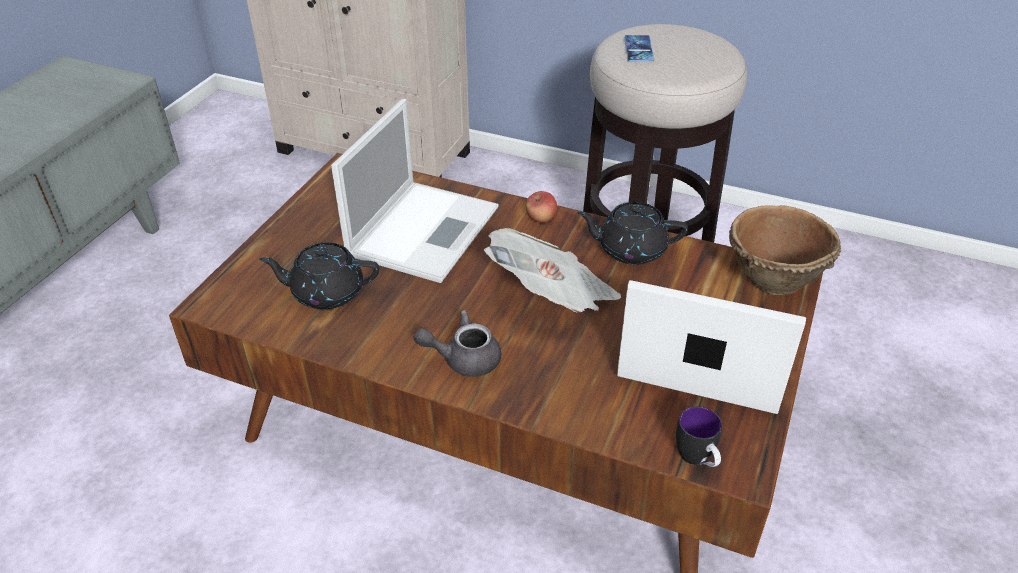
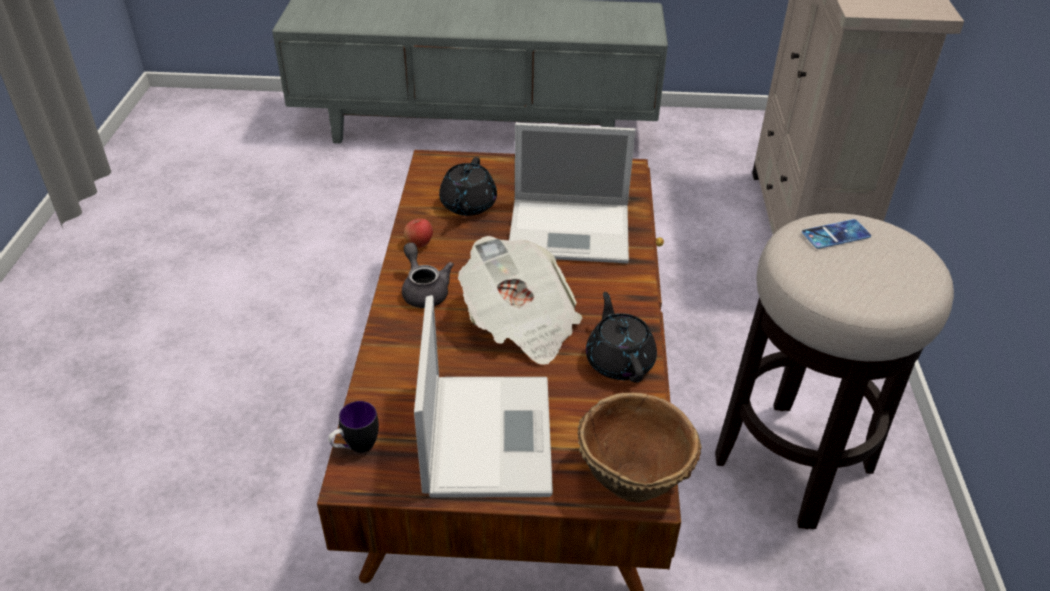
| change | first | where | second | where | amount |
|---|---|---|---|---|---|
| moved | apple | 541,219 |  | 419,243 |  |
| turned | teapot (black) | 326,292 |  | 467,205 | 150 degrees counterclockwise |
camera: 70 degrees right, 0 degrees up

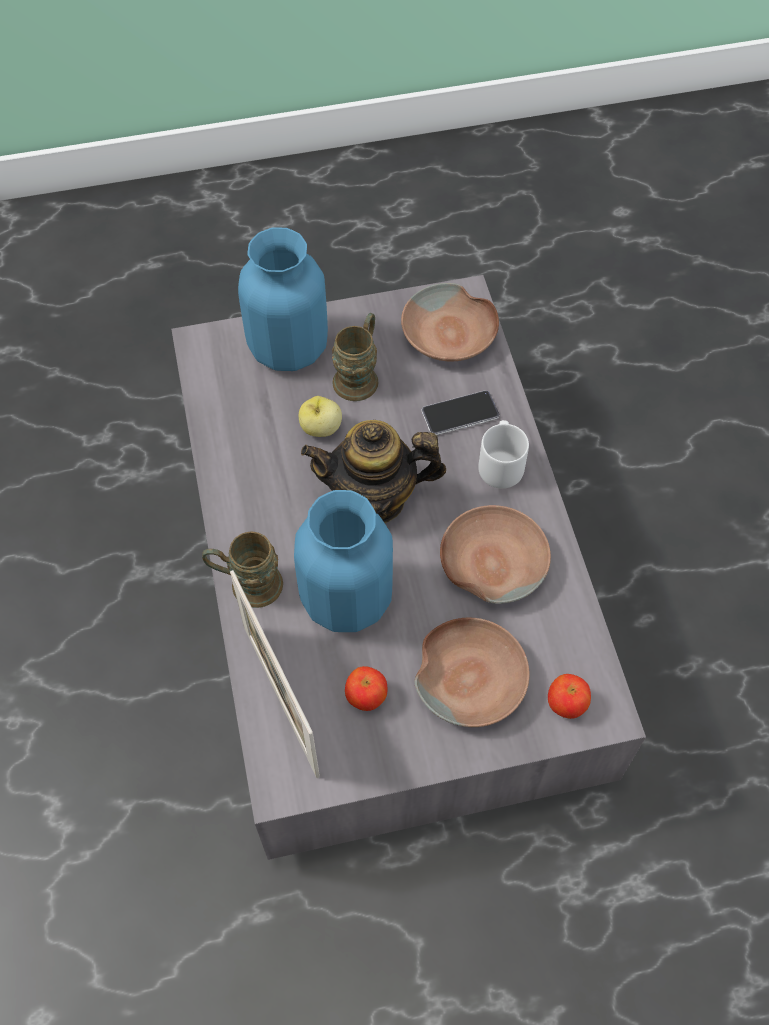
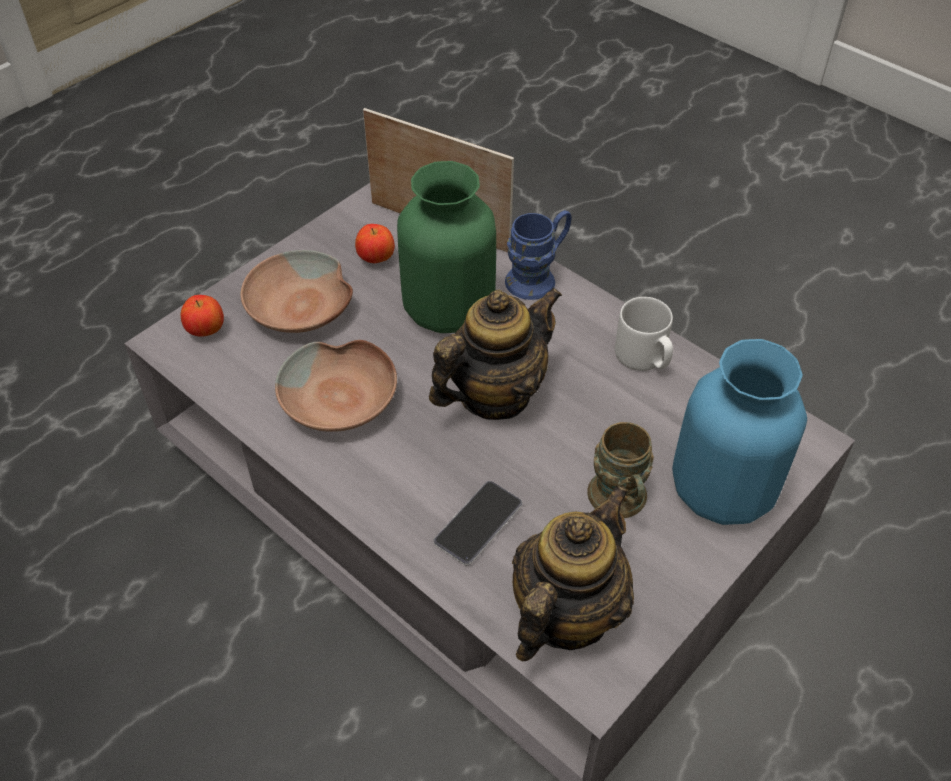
| change | first | where | second | where | amount |
|---|---|---|---|---|---|
| recoloured | vase (blue) | 346,598 | vase (green) | 448,309 |  |
| recoloured | mug (brown) | 247,584 | mug (blue) | 538,277 |  |
| replaced | bowl (brown) | 450,336 | teapot | 565,614 |  |
| moved | mug (grey) | 501,464 |  | 644,357 |  |
| removed | apple | 320,428 |  |  |  |
camera: 145 degrees right, 10 degrees down

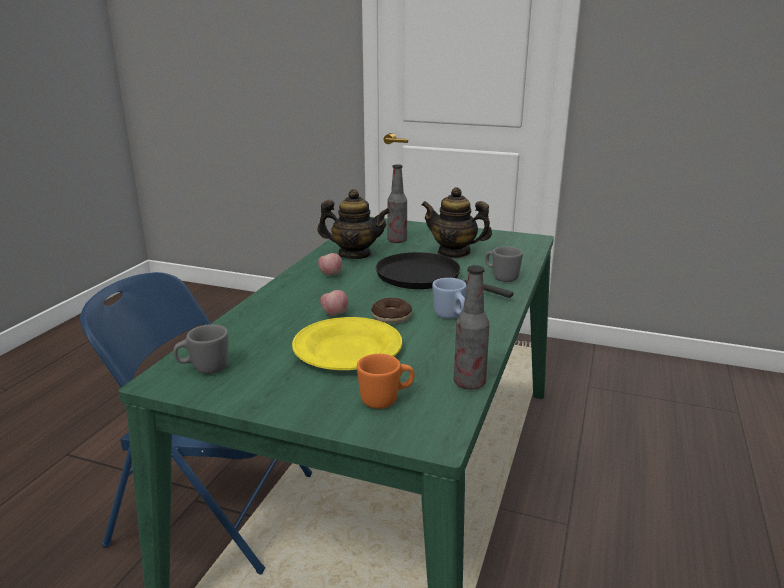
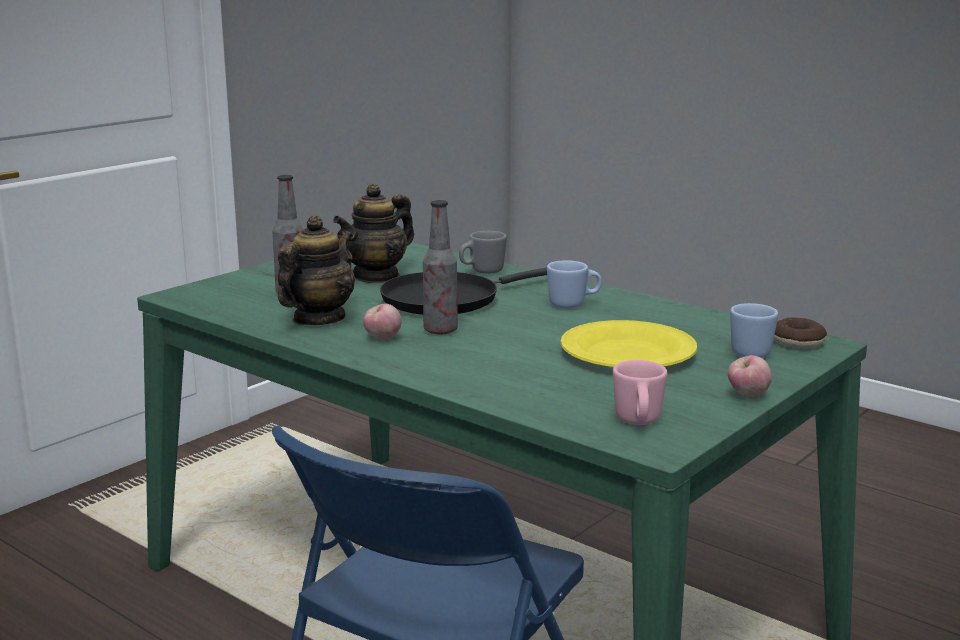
| change | first | where | second | where | amount |
|---|---|---|---|---|---|
| moved | bottle | 469,383 |  | 440,330 |  |
| recoloured | mug (grey) | 204,369 | mug (pink) | 638,422 |  |
| moved | apple | 334,314 |  | 748,395 |  |
| recoloured | mug (orange) | 386,400 | mug (blue) | 749,351 |  |
| moved | donut | 391,317 |  | 797,342 |  |
camera: 70 degrees left, 5 degrees down

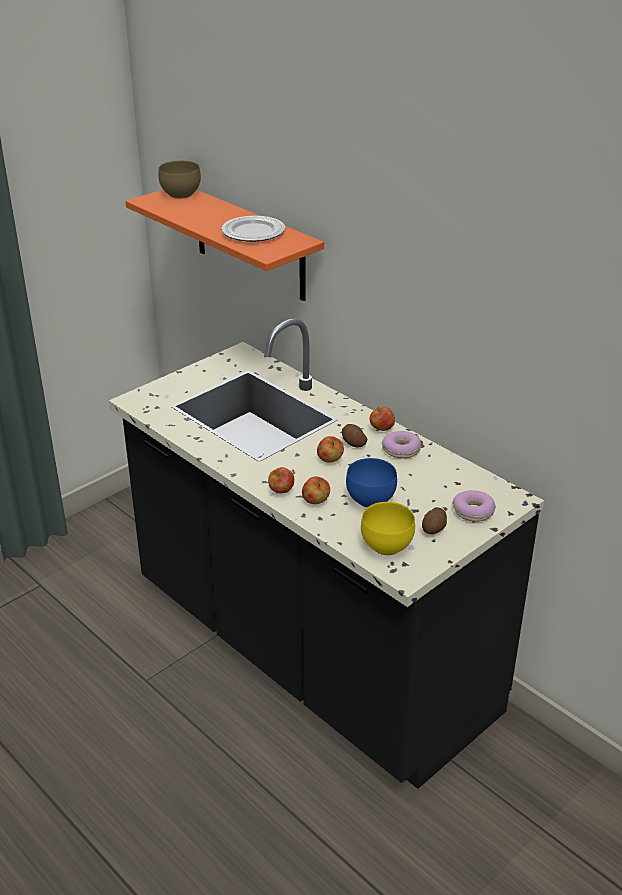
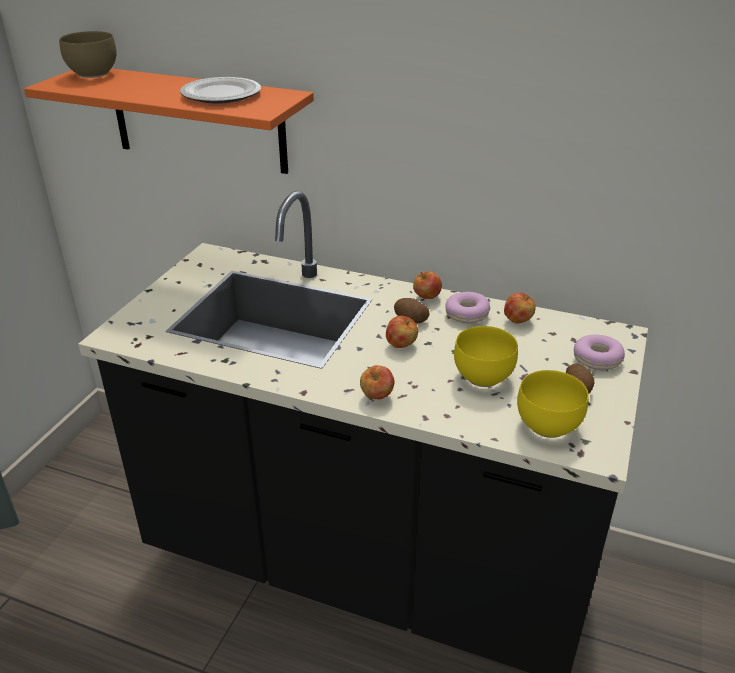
| change | first | where | second | where | amount |
|---|---|---|---|---|---|
| recoloured | bowl (blue) | 372,500 | bowl (yellow) | 485,377 |  |
| moved | apple | 316,501 |  | 518,320 |  |
camera: 25 degrees left, 0 degrees up

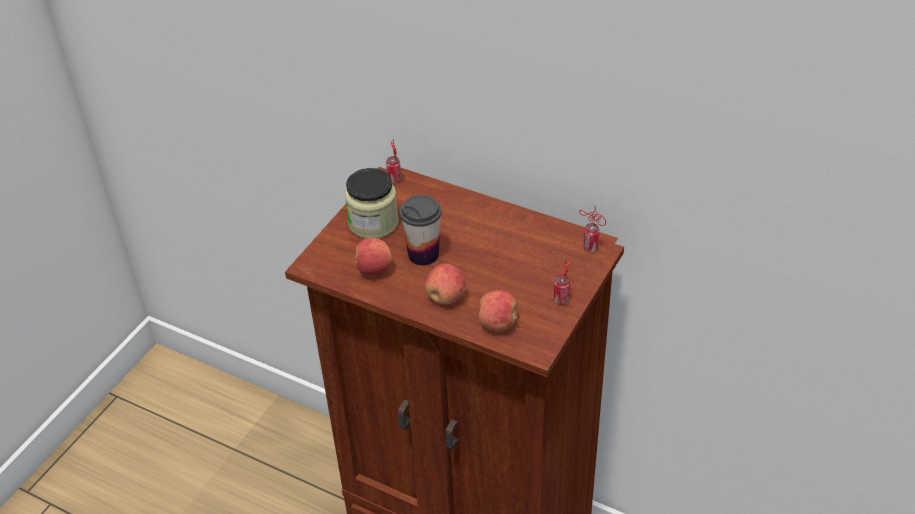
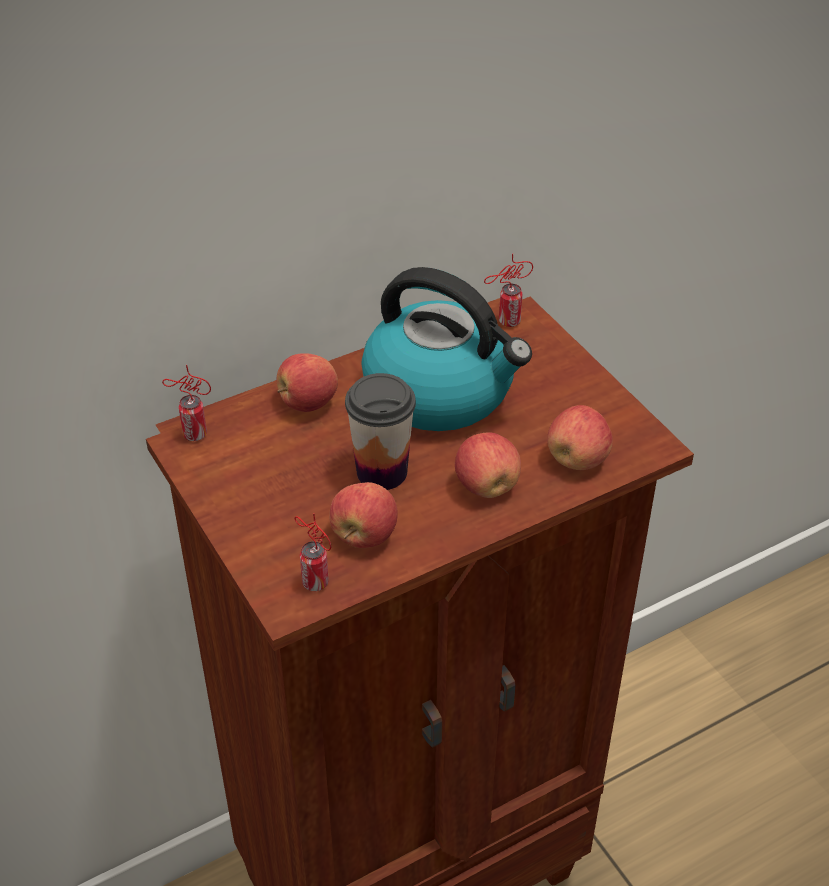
| change | first | where | second | where | amount |
|---|---|---|---|---|---|
| added |  |  | apple | 307,403 |  |
| moved | can | 561,298 |  | 313,581 |  |
| added |  |  | kettle | 441,392 |  |
| removed | jar | 373,223 |  |  |  |
camera: 60 degrees left, 0 degrees up

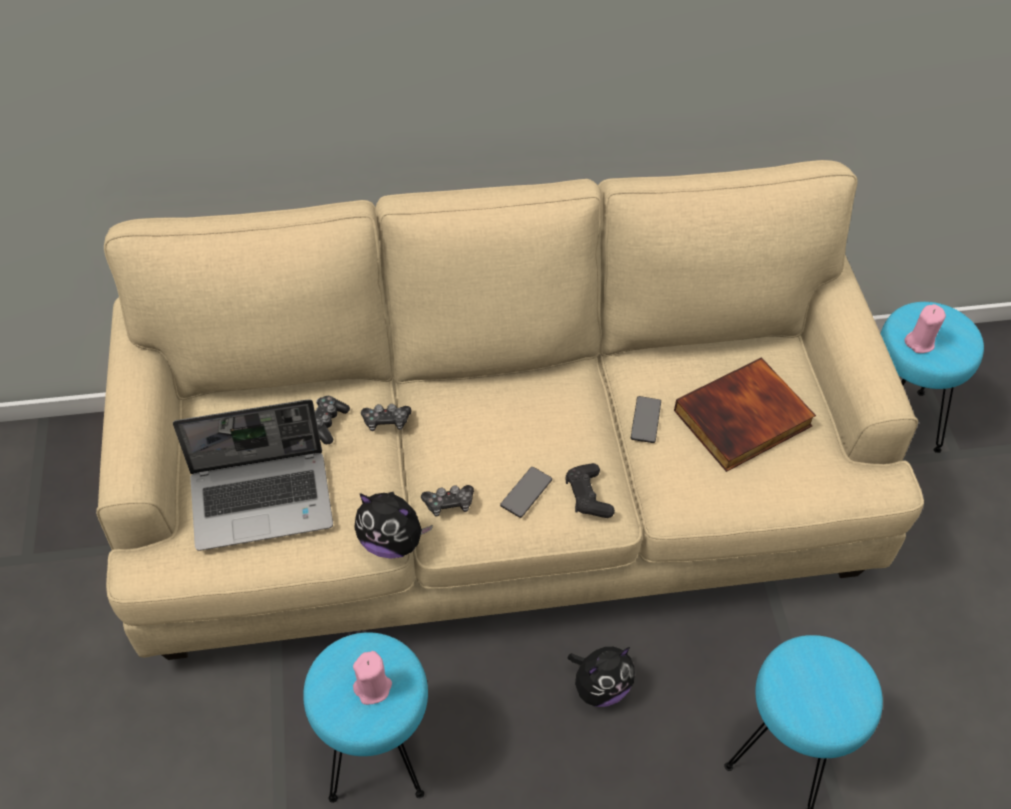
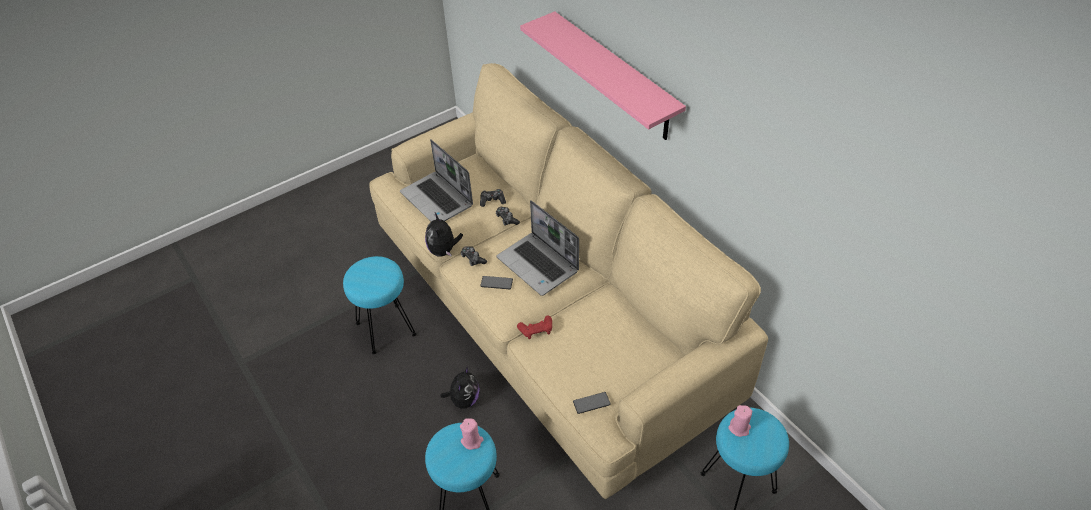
| change | first | where | second | where | amount |
|---|---|---|---|---|---|
| turned | plush toy | 600,687 |  | 464,399 | 105 degrees counterclockwise |
| moved | candle (pink) | 373,687 |  | 472,441 |  |
| added |  |  | laptop | 539,265 |  |
| added |  |  | game controller (red) | 536,330 |  |
| added |  |  | shelf (pink) | 614,77 |  |
| moved | phone | 645,420 |  | 591,403 |  |
| removed | game controller (black) | 588,496 |  |  |  |
| removed | book | 743,420 |  |  |  |
camera: 65 degrees right, 5 degrees down

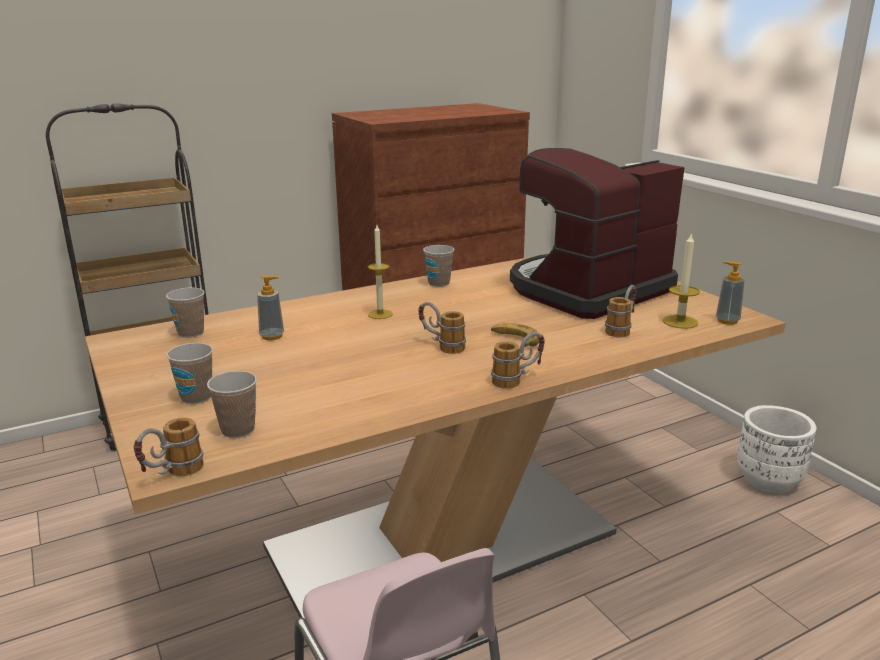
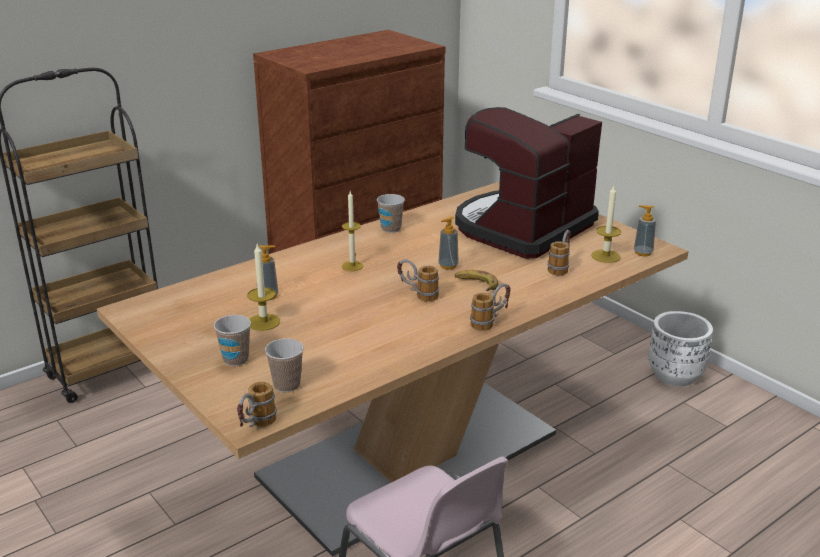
| change | first | where | second | where | amount |
|---|---|---|---|---|---|
| added |  |  | candle | 263,322 |  |
| added |  |  | soap dispenser | 448,265 |  |
| removed | cup | 191,333 |  |  |  |
camera: 10 degrees left, 5 degrees up

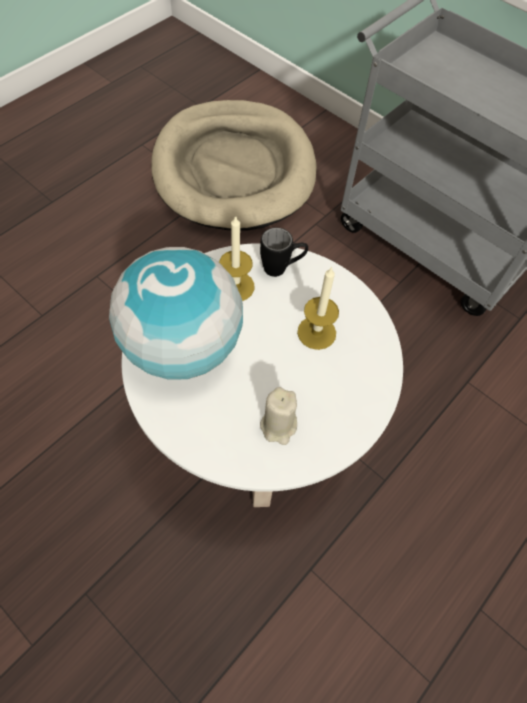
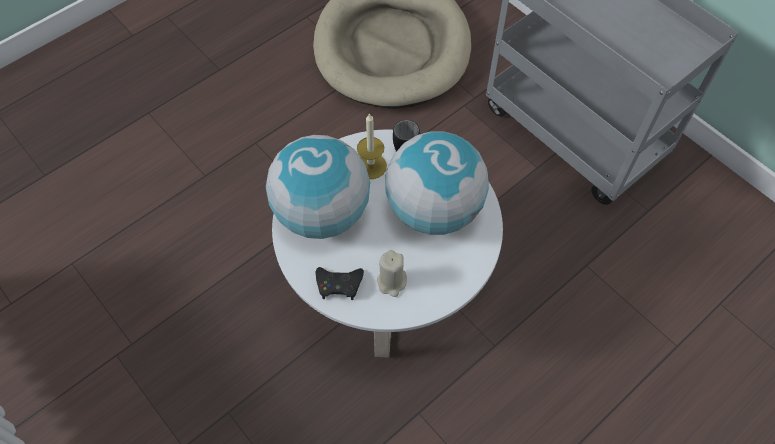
| change | first | where | second | where | amount |
|---|---|---|---|---|---|
| added |  |  | game controller (black) | 339,284 |  |
| replaced | candle | 316,332 | globe | 433,209 |  |
camera: 10 degrees right, 0 degrees up

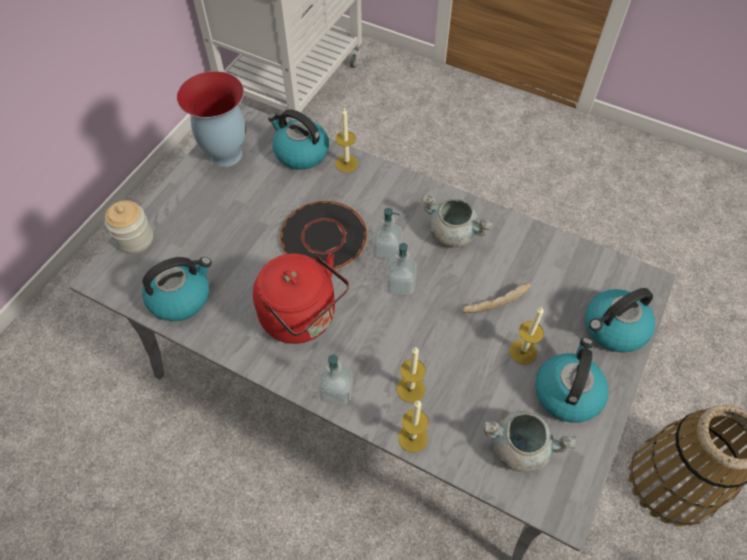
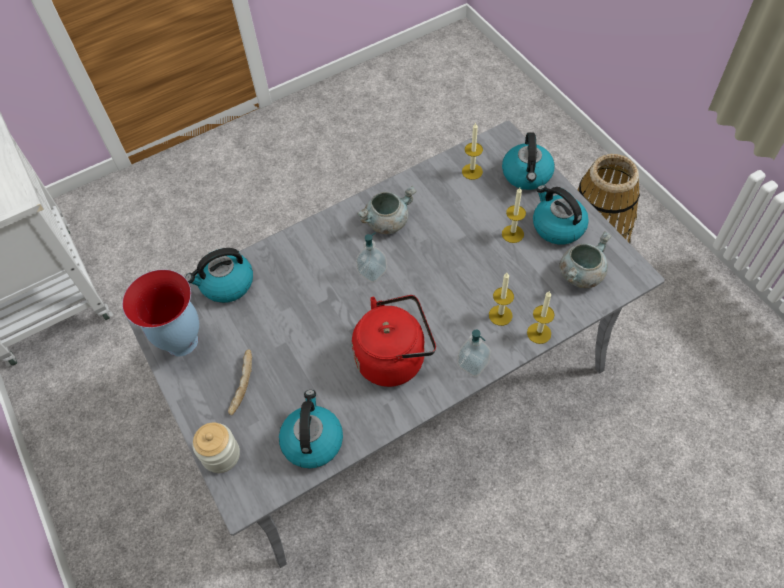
| change | first | where | second | where | amount |
|---|---|---|---|---|---|
| moved | bread | 495,301 |  | 241,385 |  |
| moved | candle | 346,163 |  | 472,171 |  |
| removed | plate (black) | 323,237 |  |  |  |
| removed | soap dispenser | 400,284 |  |  |  |
camera: 55 degrees left, 0 degrees up

